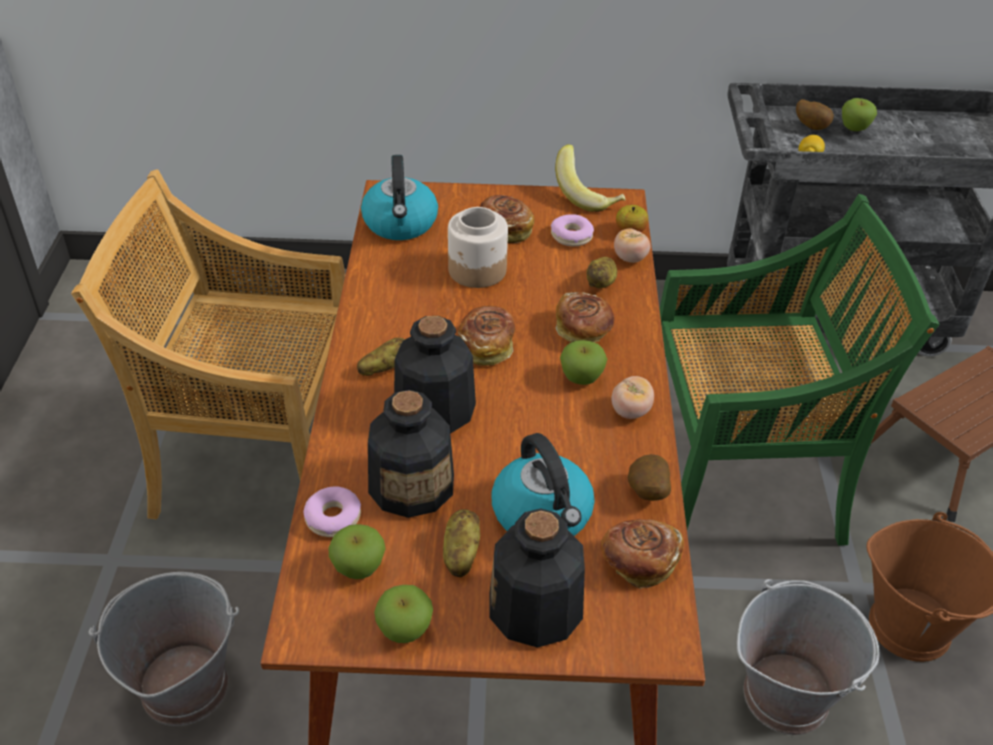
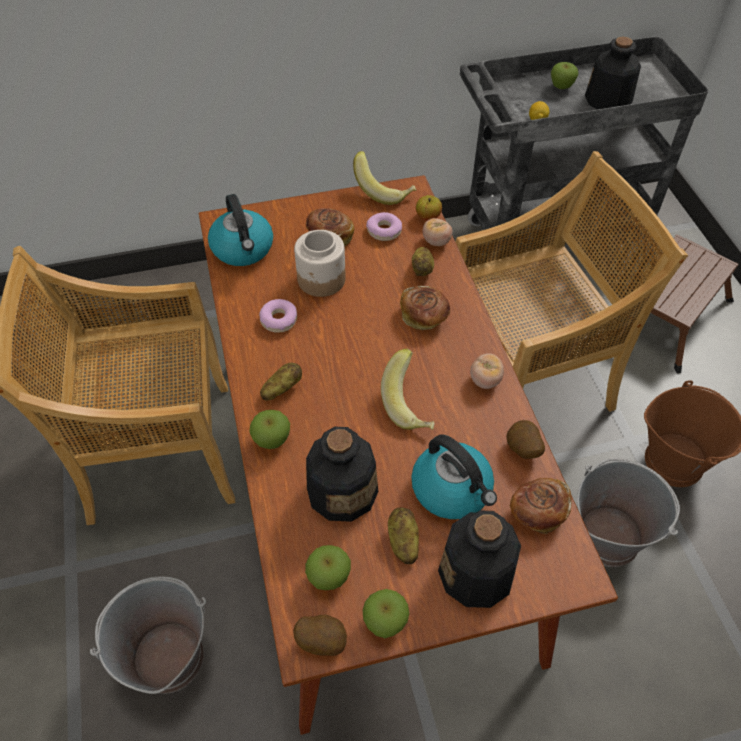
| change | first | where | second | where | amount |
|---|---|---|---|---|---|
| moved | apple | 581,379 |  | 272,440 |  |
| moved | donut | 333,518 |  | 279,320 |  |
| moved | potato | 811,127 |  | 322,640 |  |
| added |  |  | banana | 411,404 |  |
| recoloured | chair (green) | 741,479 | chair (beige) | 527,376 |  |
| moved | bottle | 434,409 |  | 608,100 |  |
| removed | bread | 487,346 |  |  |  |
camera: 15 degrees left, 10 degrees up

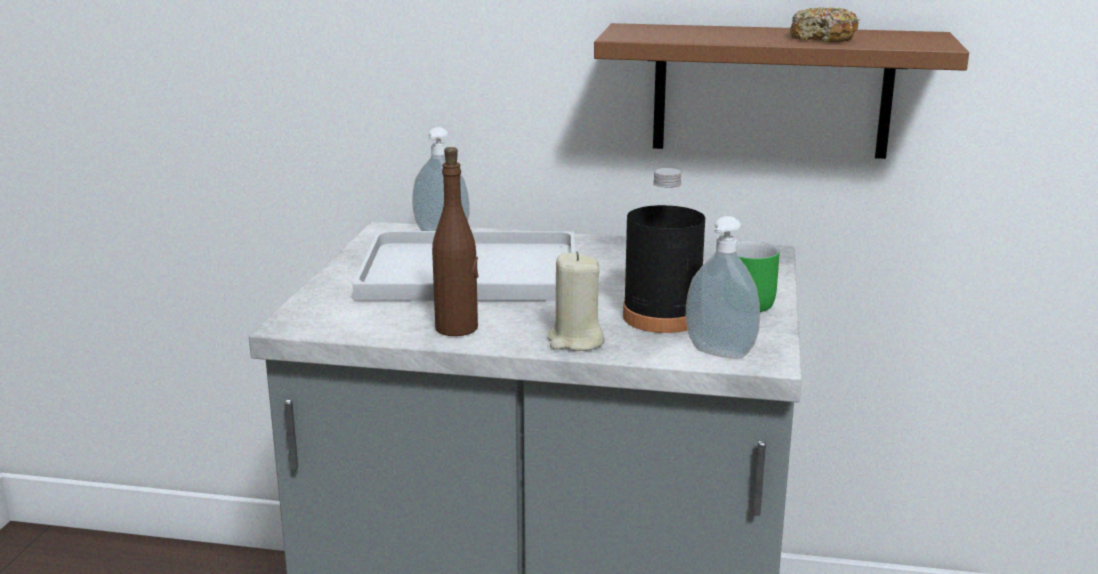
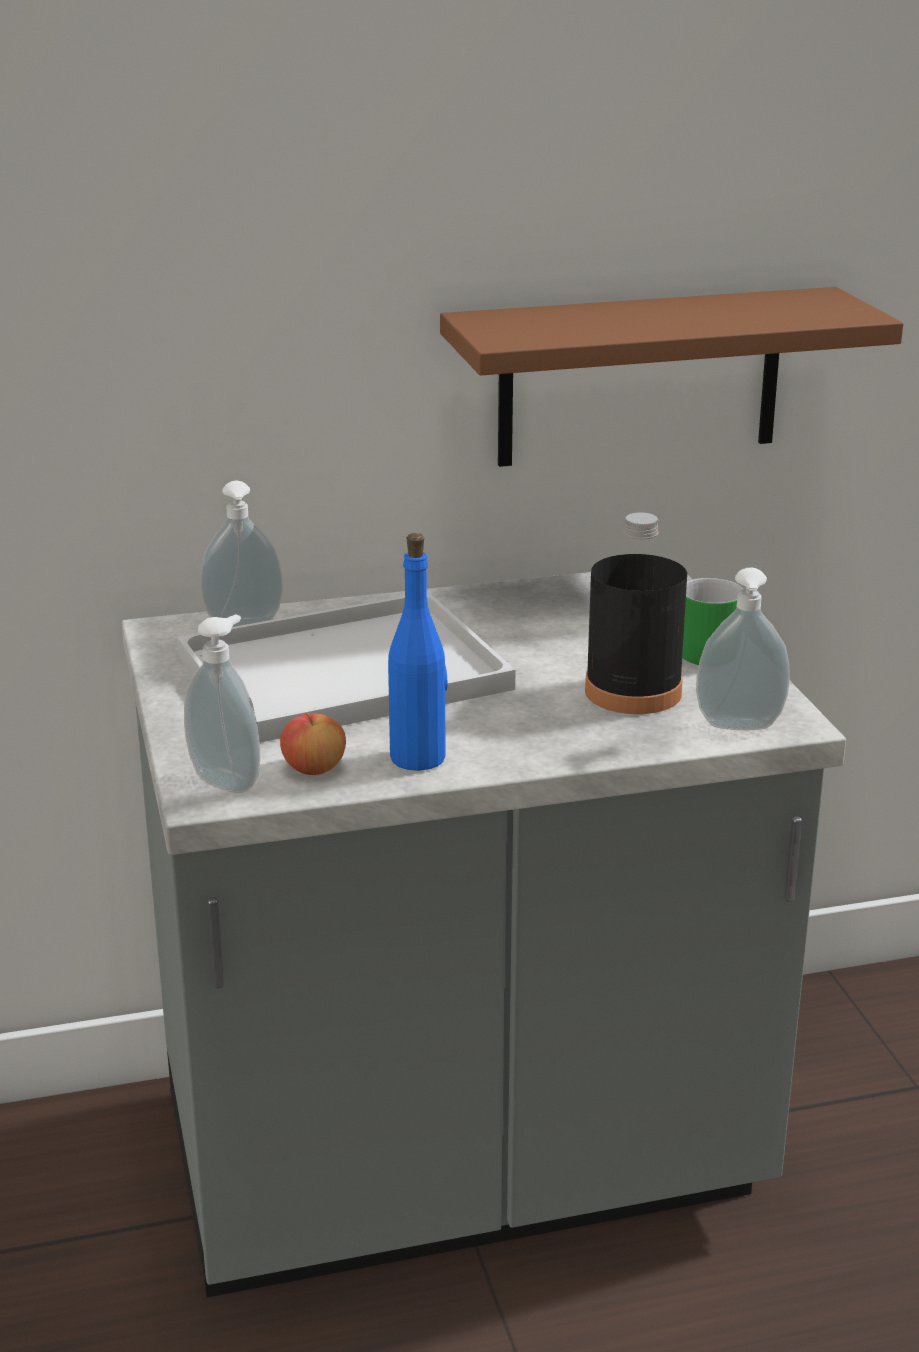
| change | first | where | second | where | amount |
|---|---|---|---|---|---|
| added |  |  | soap dispenser | 228,780 |  |
| added |  |  | apple | 314,768 |  |
| recoloured | bottle (brown) | 457,328 | bottle (blue) | 418,758 |  |
| removed | candle (beige) | 575,341 |  |  |  |
| removed | donut | 823,38 |  |  |  |
camera: 25 degrees left, 5 degrees up

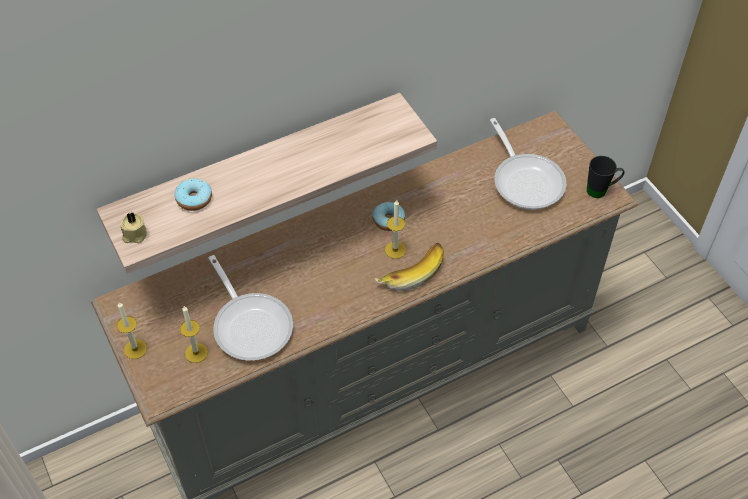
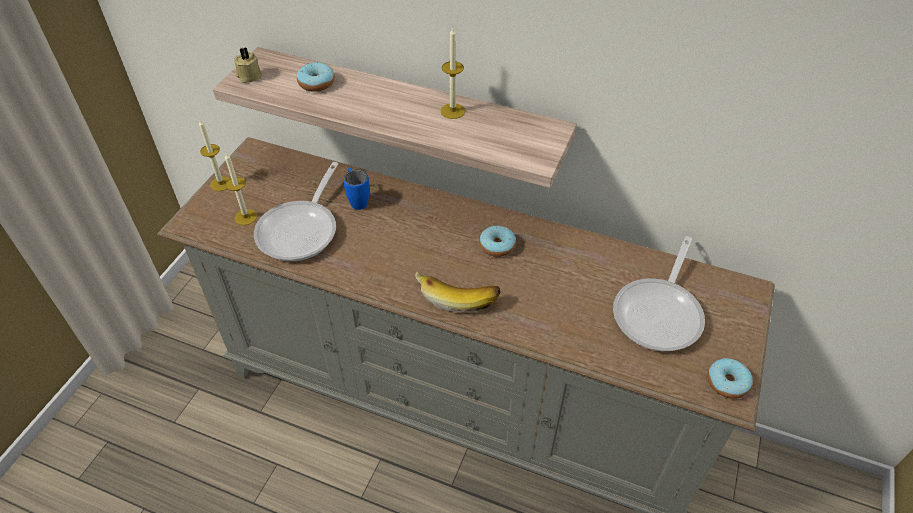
| change | first | where | second | where | amount |
|---|---|---|---|---|---|
| added |  |  | mug (blue) | 357,200 |  |
| moved | candle | 395,250 |  | 452,111 |  |
| replaced | mug (black) | 601,190 | donut | 727,383 |  |
camera: 50 degrees right, 5 degrees down

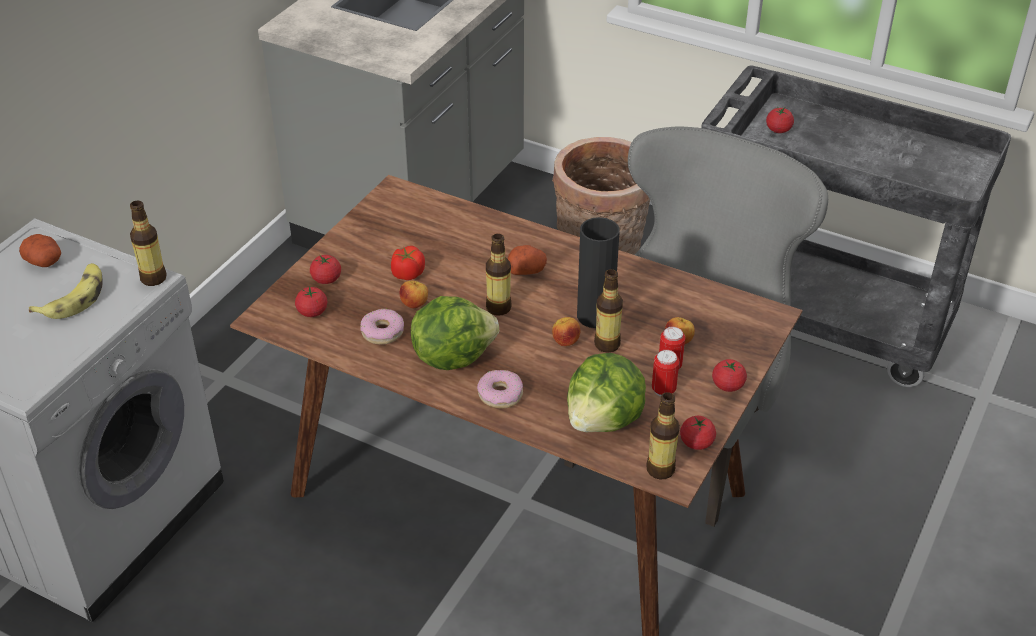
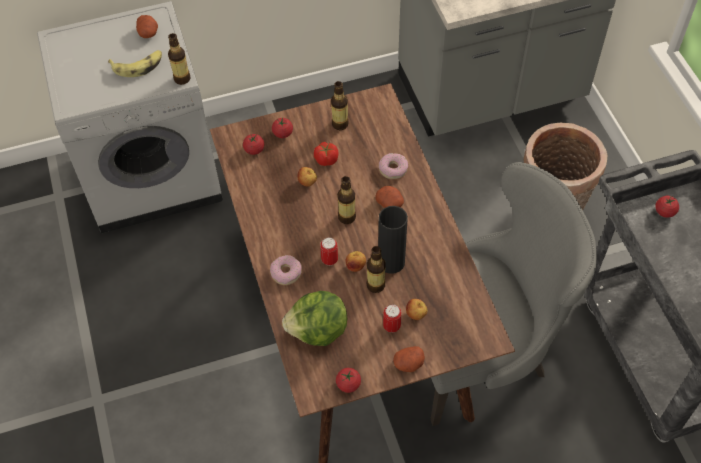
| change | first | where | second | where | amount |
|---|---|---|---|---|---|
| moved | can | 663,390 |  | 329,260 |  |
| moved | bottle | 660,469 |  | 340,124 |  |
| moved | donut | 382,332 |  | 393,169 |  |
| replaced | tomato | 728,385 | potato | 408,364 |  |
| removed | lettuce | 452,356 |  |  |  |
camera: 45 degrees right, 15 degrees up

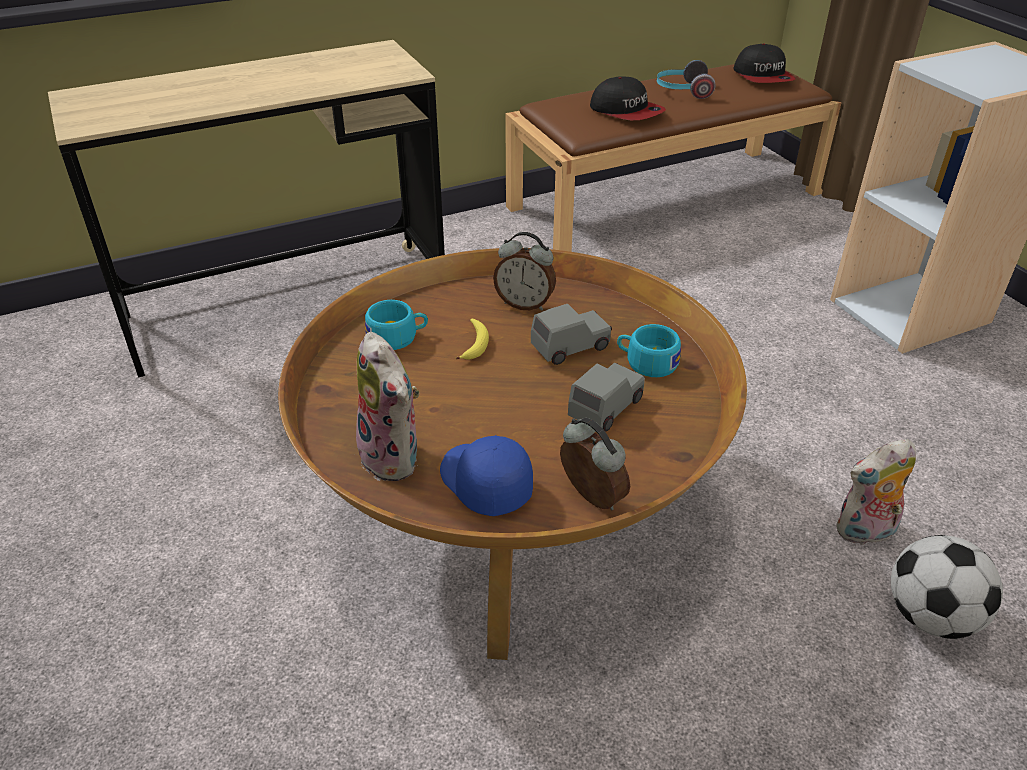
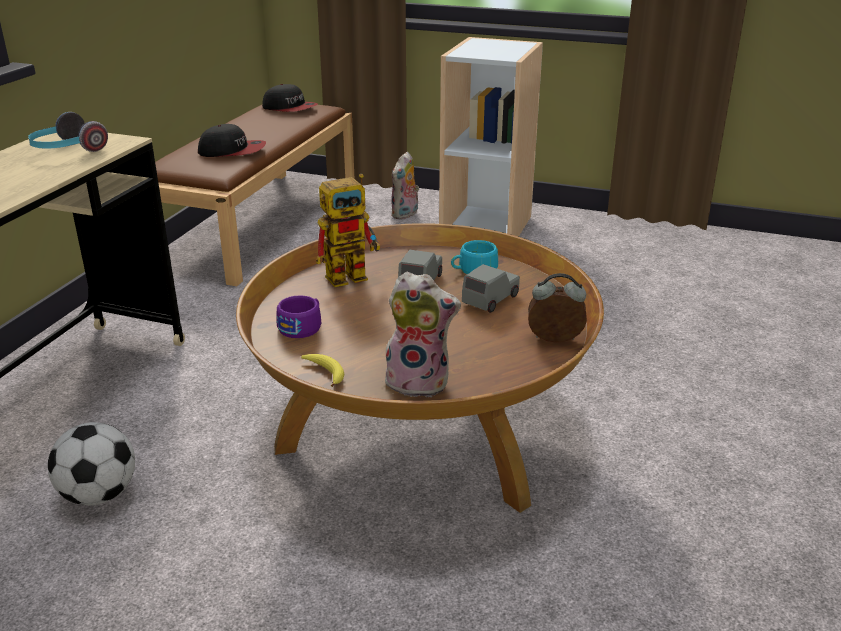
| change | first | where | second | where | amount |
|---|---|---|---|---|---|
| moved | headphones | 682,91 |  | 67,150 |  |
| moved | football | 930,617 |  | 99,495 |  |
| recoloured | cup (turquoise) | 398,337 | cup (purple) | 303,327 |  |
| moved | banana | 474,344 |  | 325,372 |  |
| replaced | alarm clock | 525,304 | toy robot | 353,274 |  |
| moved | plush toy | 865,533 |  | 405,215 |  |
| turned | toy car (grey) | 606,408 |  | 491,300 | 45 degrees clockwise |
| removed | cap (blue) | 483,483 |  |  |  |
camera: 45 degrees left, 10 degrees down

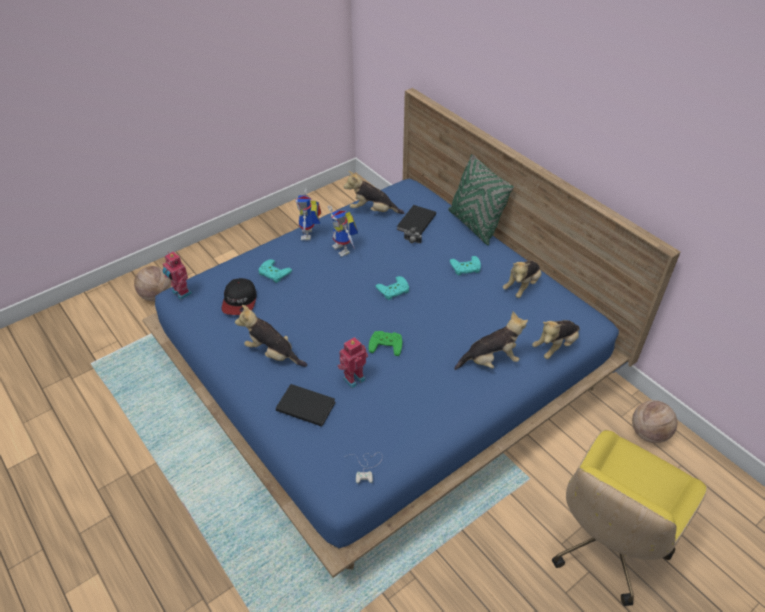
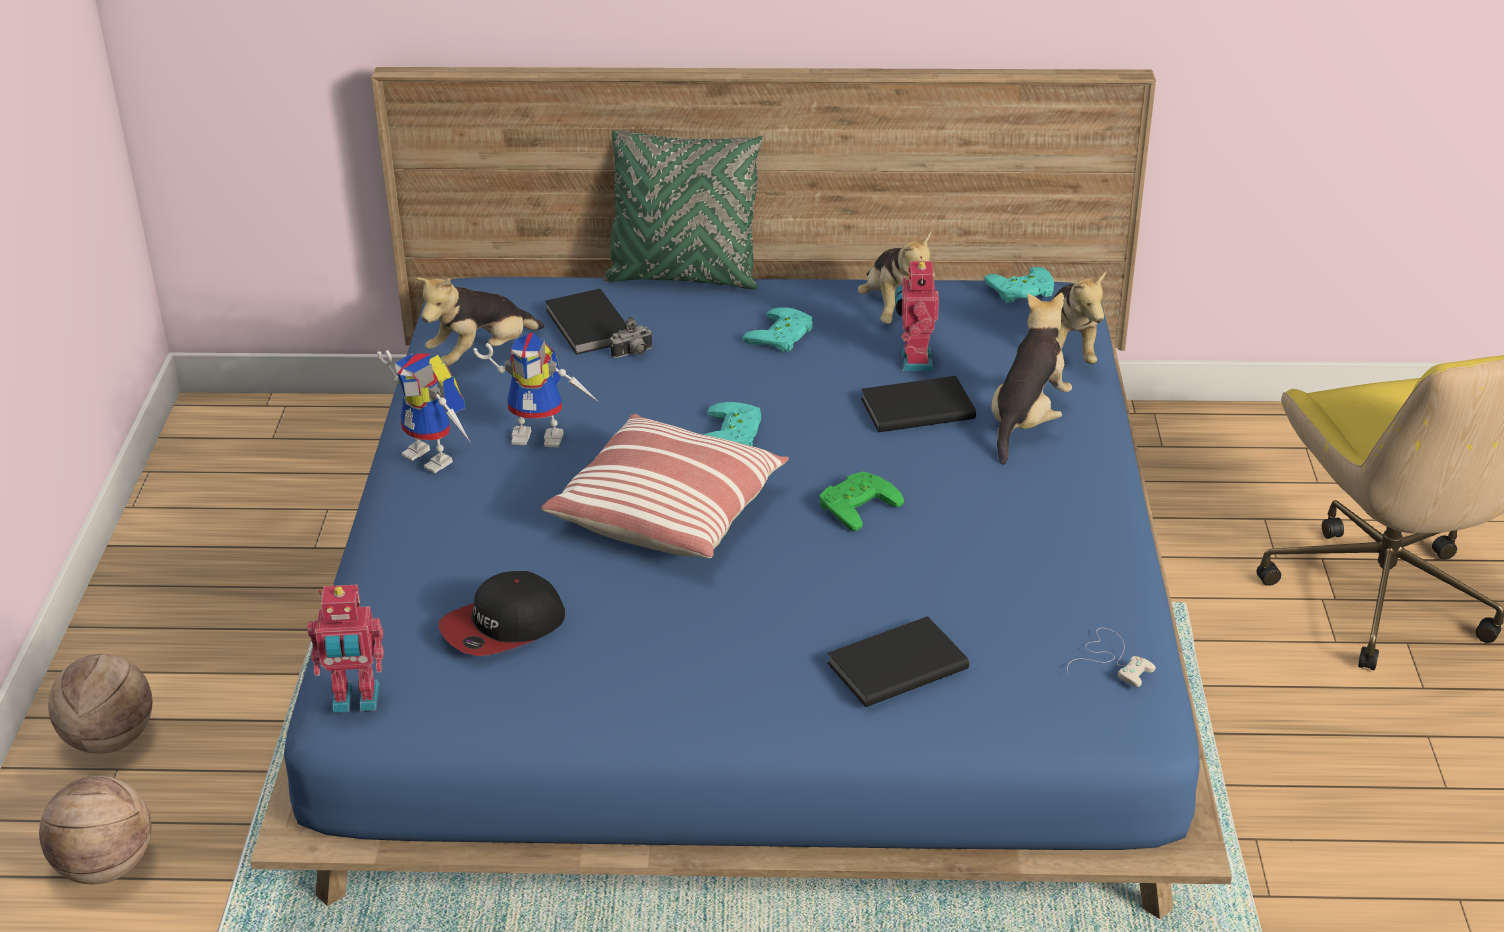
| change | first | where | second | where | amount |
|---|---|---|---|---|---|
| moved | basketball | 648,433 |  | 109,740 |  |
| turned | cap | 240,301 |  | 503,627 | 105 degrees clockwise |
| added |  |  | pillow | 668,512 |  |
| added |  |  | book (black) | 915,407 |  |
| moved | toy robot | 353,378 |  | 914,361 |  |
| moved | game controller (turquoise) | 273,274 |  | 1021,291 |  |
| removed | plush toy | 272,354 |  |  |  |
camera: 50 degrees left, 10 degrees down

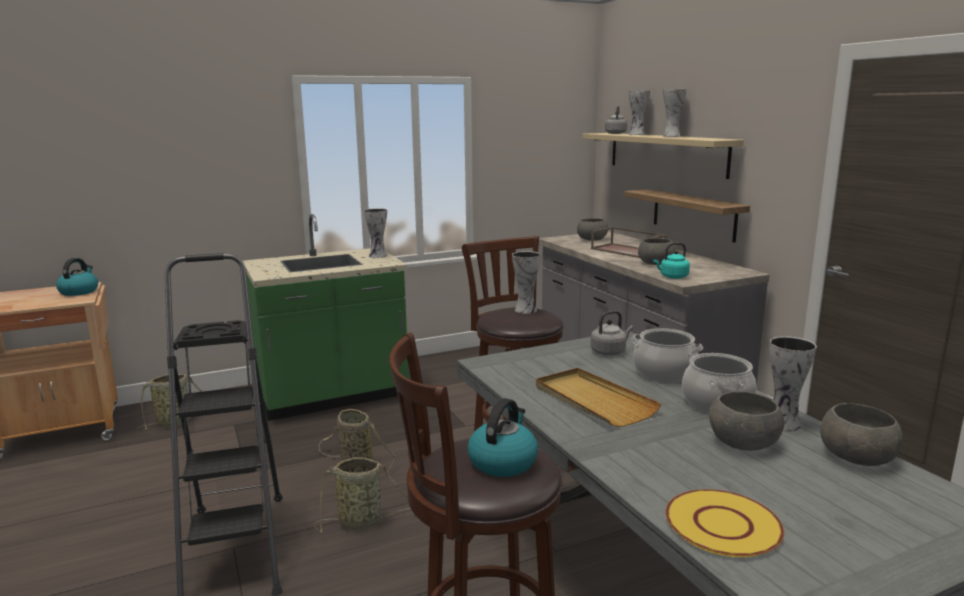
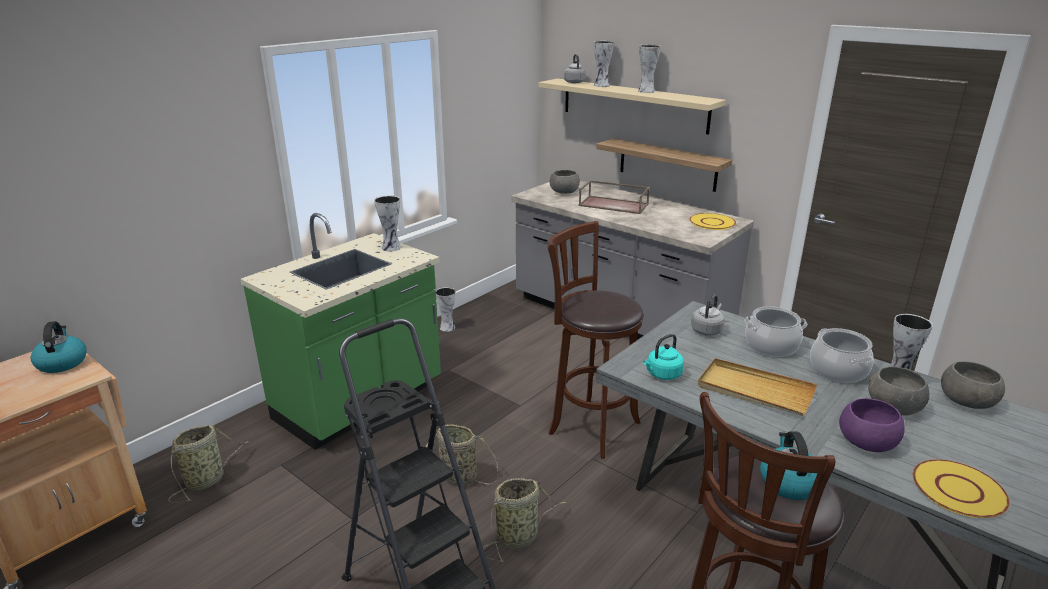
| change | first | where | second | where | amount |
|---|---|---|---|---|---|
| moved | vase | 526,310 |  | 447,327 |  |
| moved | kettle (turquoise) | 672,277 |  | 662,375 |  |
| added |  |  | plate (yellow) | 711,222 |  |
| added |  |  | bowl (purple) | 866,441 |  |
| removed | bowl (grey) | 655,264 |  |  |  |
camera: 25 degrees left, 10 degrees up

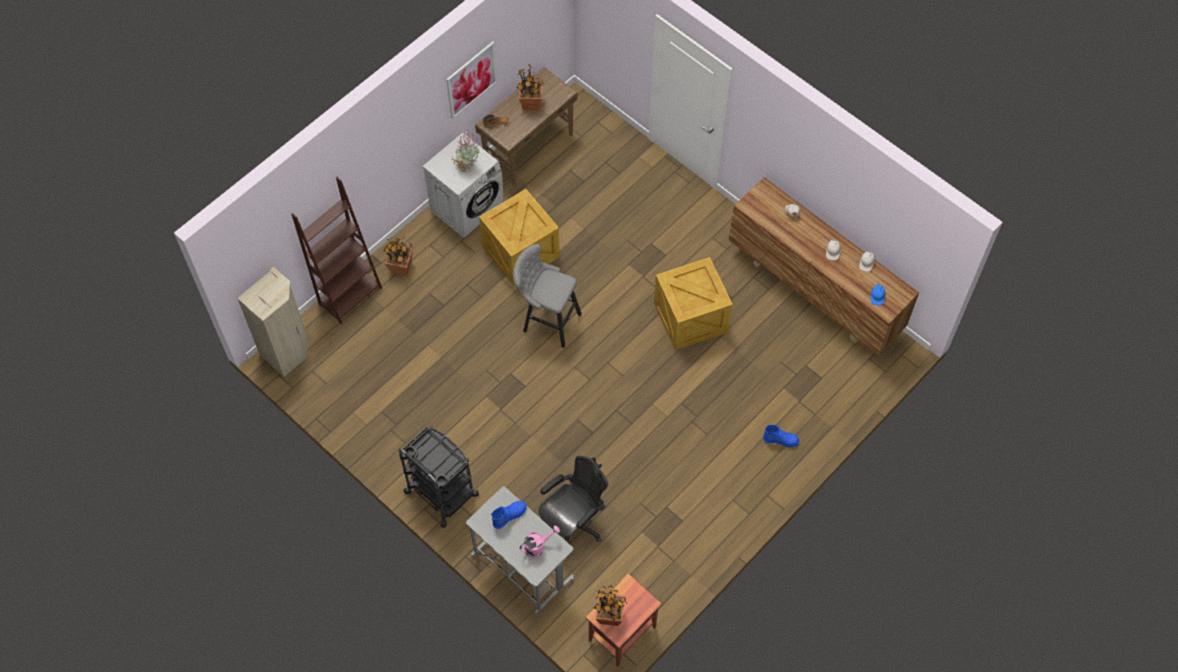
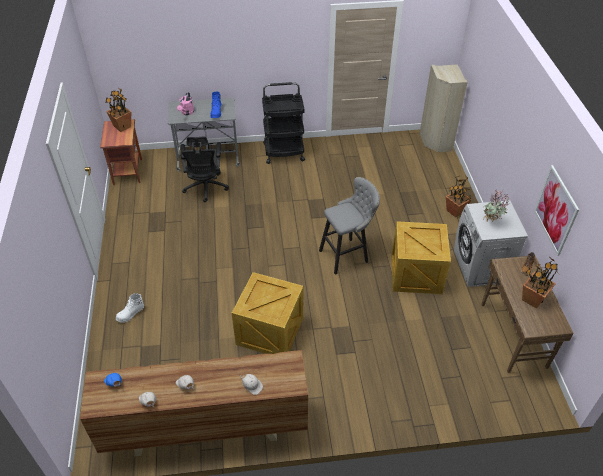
| change | first | where | second | where | amount |
|---|---|---|---|---|---|
| recoloured | boot (blue) | 780,440 | boot (white) | 131,314 |  |
| removed | bookcase (brown) | 350,296 |  |  |  |
camera: 130 degrees right, 15 degrees down

